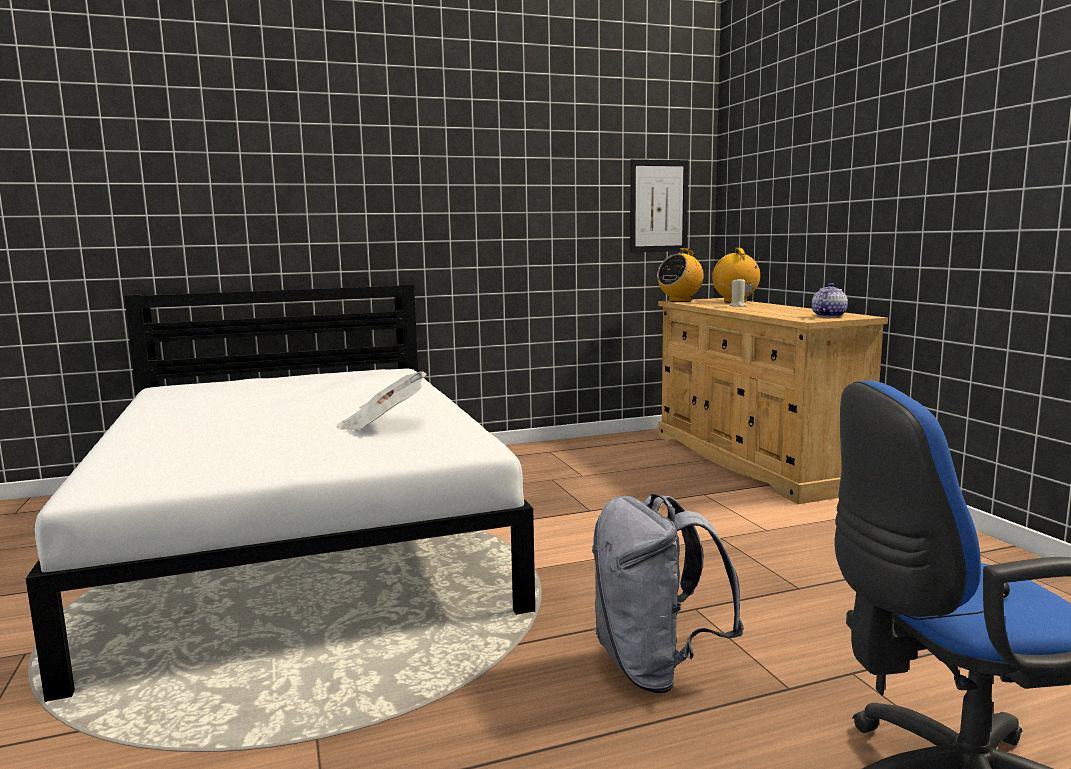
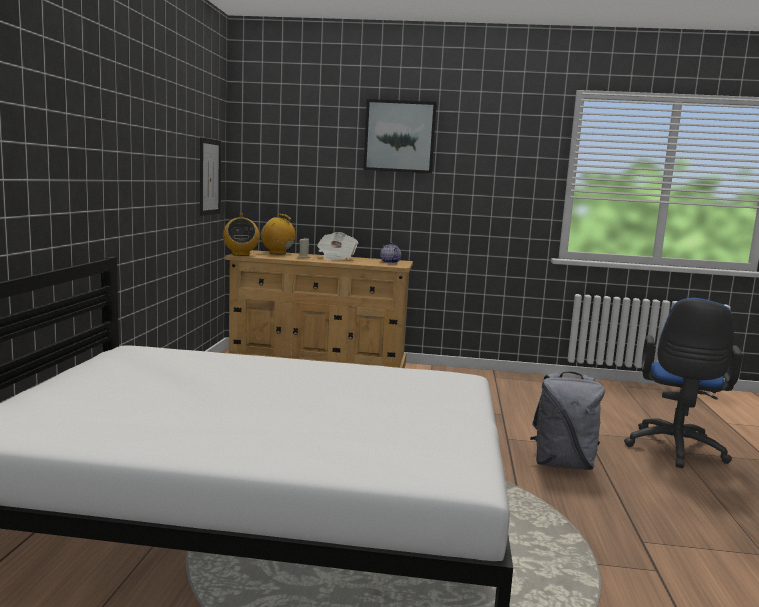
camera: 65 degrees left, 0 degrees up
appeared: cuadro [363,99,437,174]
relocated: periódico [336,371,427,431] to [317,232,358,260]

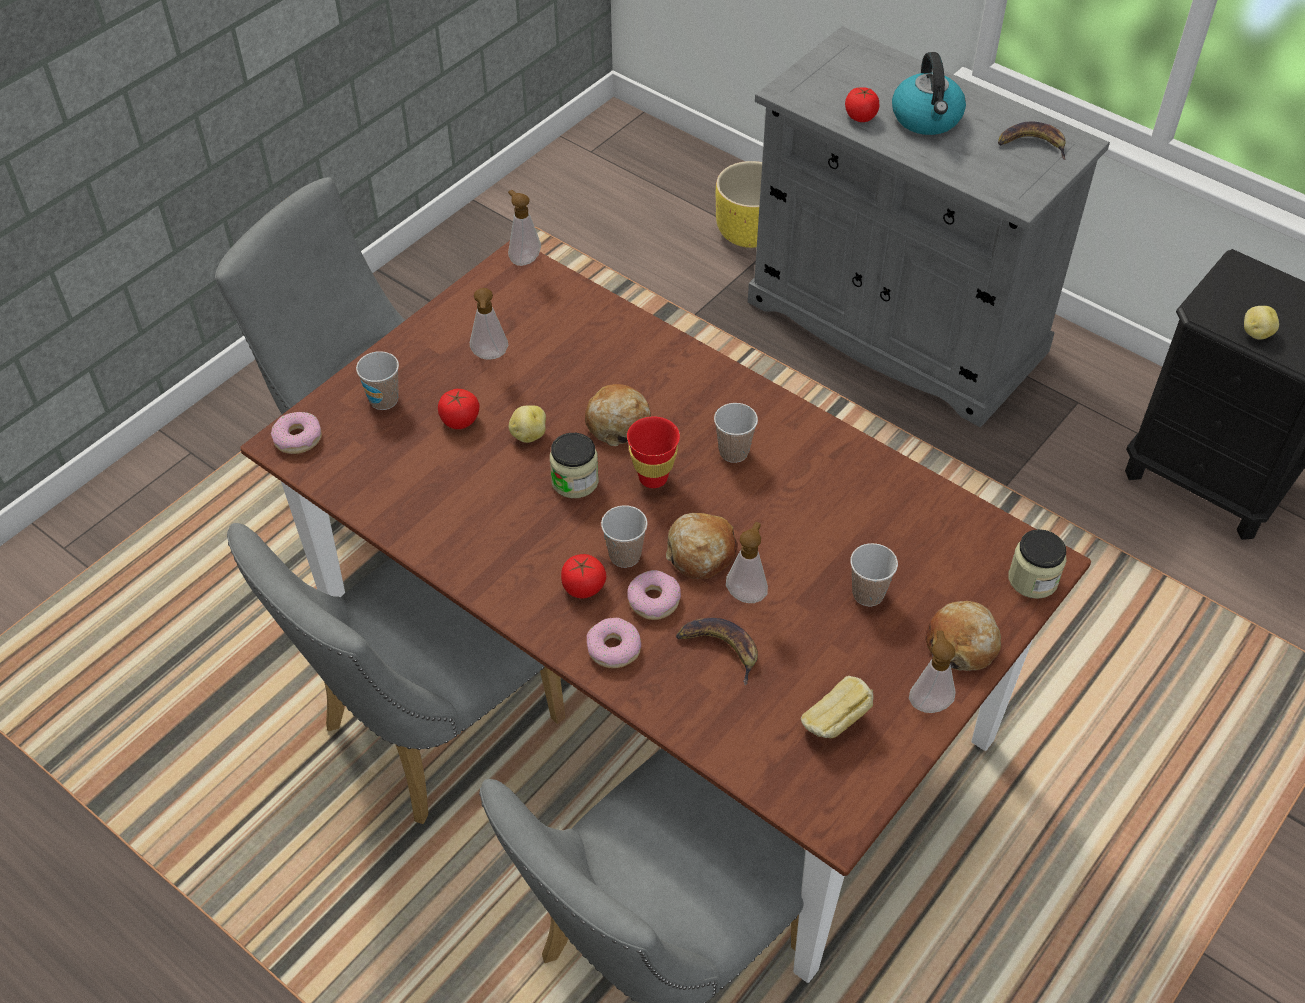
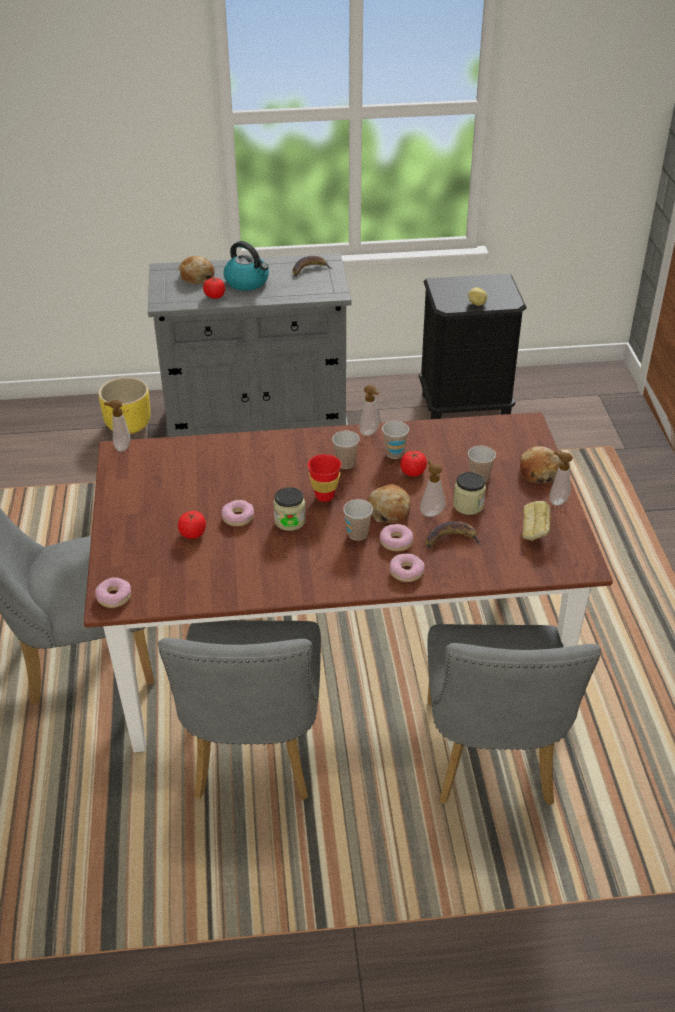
camera: 45 degrees left, 10 degrees down
relocated: taza [356,351,399,410] to [382,421,409,459]; dispensador de jabón [470,288,508,360] to [359,385,380,436]; tomate [561,554,606,598] to [400,451,427,477]; pan [585,384,651,446] to [178,256,214,284]; tarro [1008,529,1066,599] to [453,472,486,515]
exchanged: patata [509,405,546,443] to rosquilla [222,500,254,526]

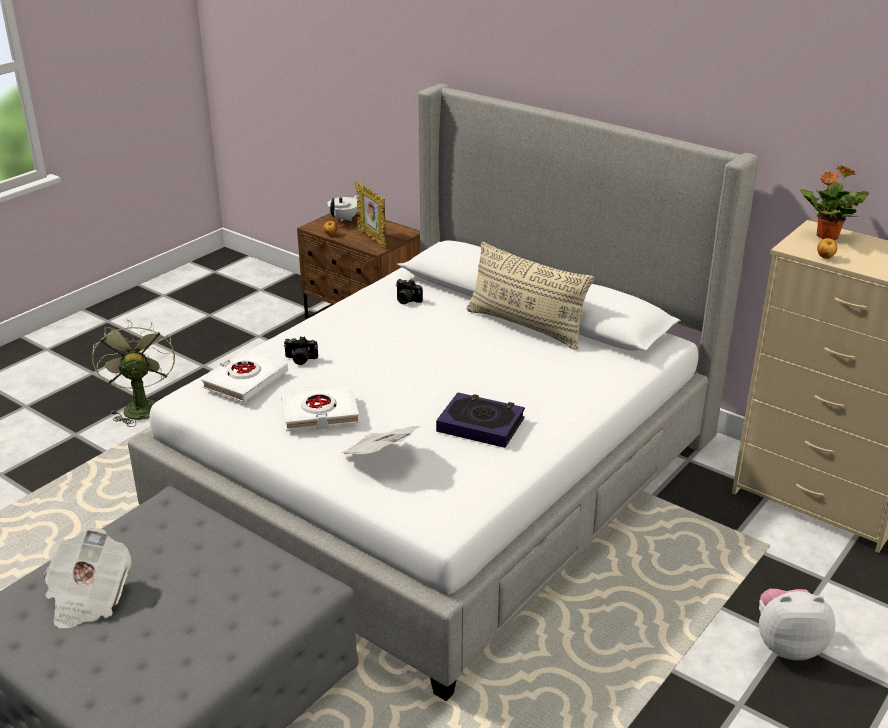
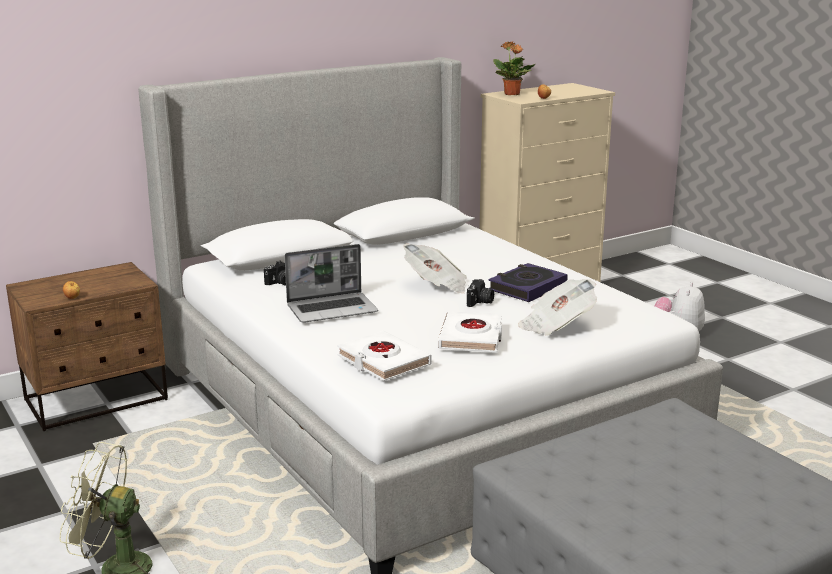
camera: 70 degrees left, 10 degrees down
missing: tetera (blanco) [327,195,358,222]; portarretratos [355,181,386,248]; cojín (beis) [466,242,595,350]
appeared: portátil [285,244,378,322]
relocated: periódico [44,528,132,629] to [403,243,467,293]; cámara [284,336,318,365] to [467,279,494,307]

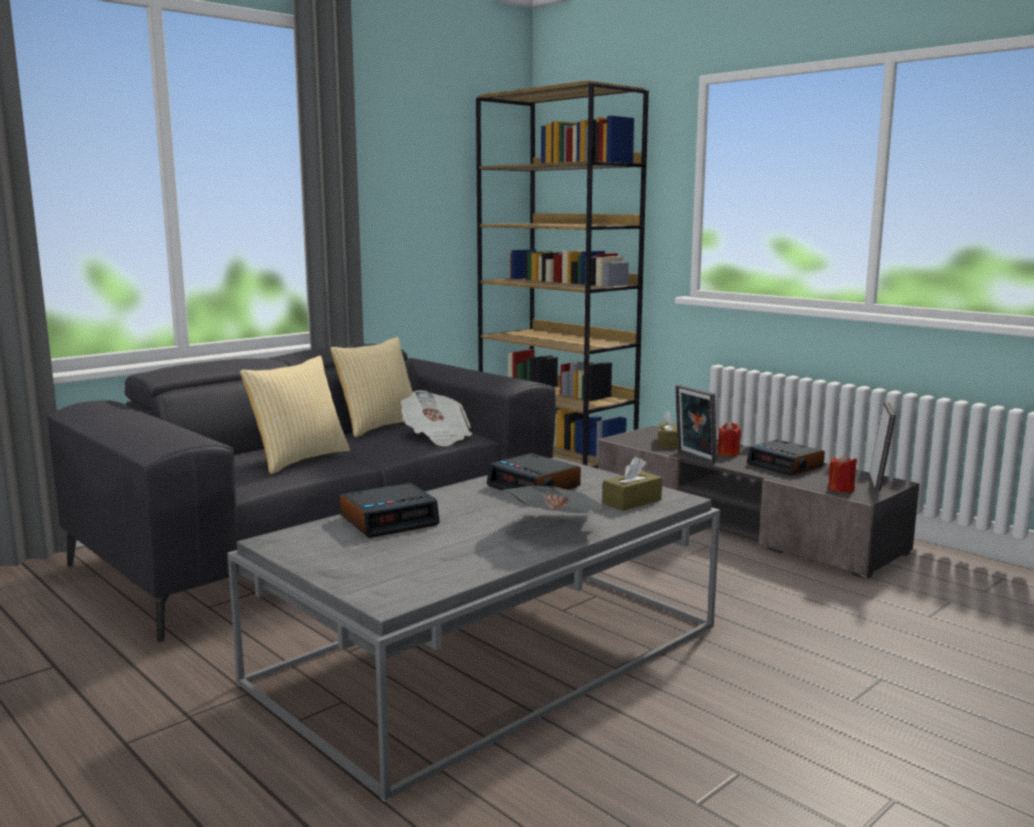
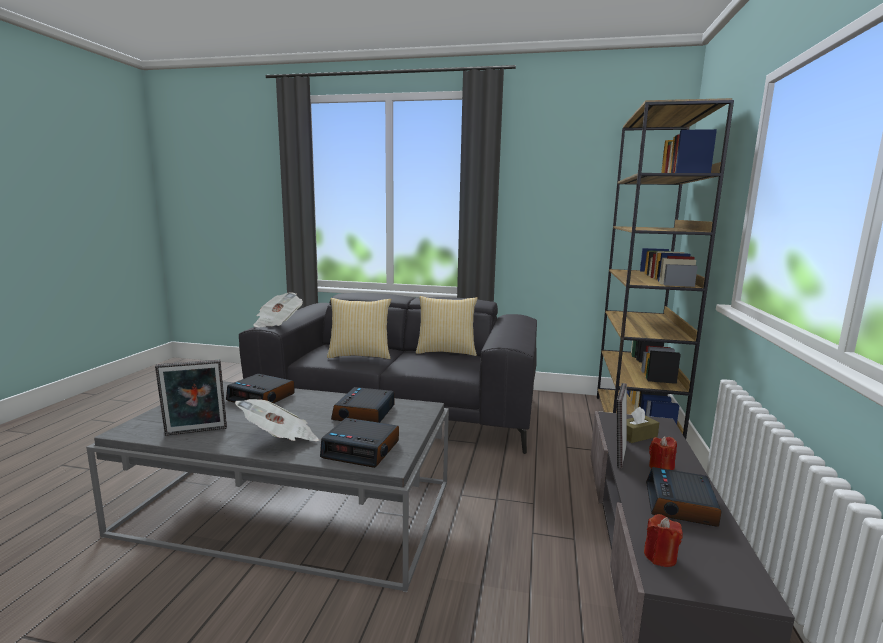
camera: 55 degrees right, 0 degrees up
relocated: periódico [401,390,472,447] to [253,292,303,327]; portarretratos [869,402,896,492] to [155,360,227,436]
exchanged: caja de pañuelos (marrón) [602,457,662,511] to despertador [320,418,399,468]

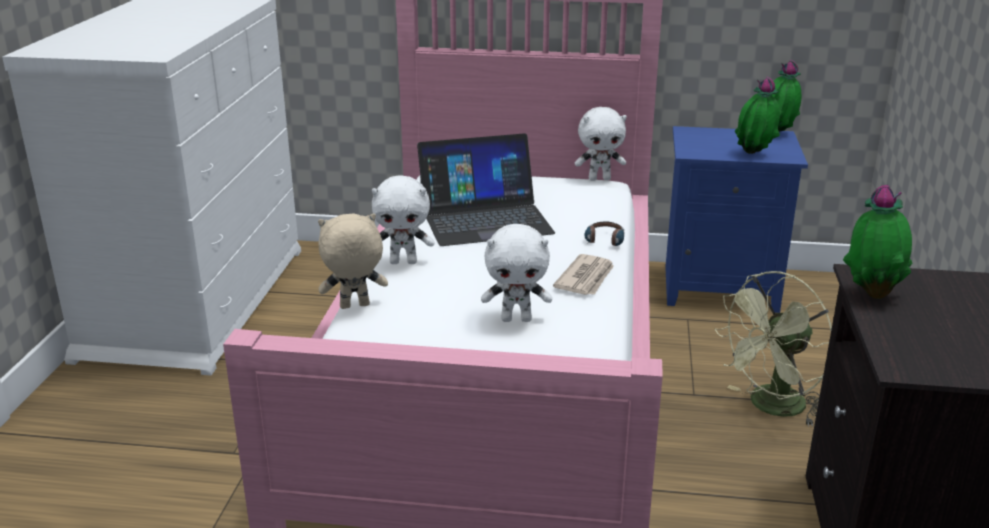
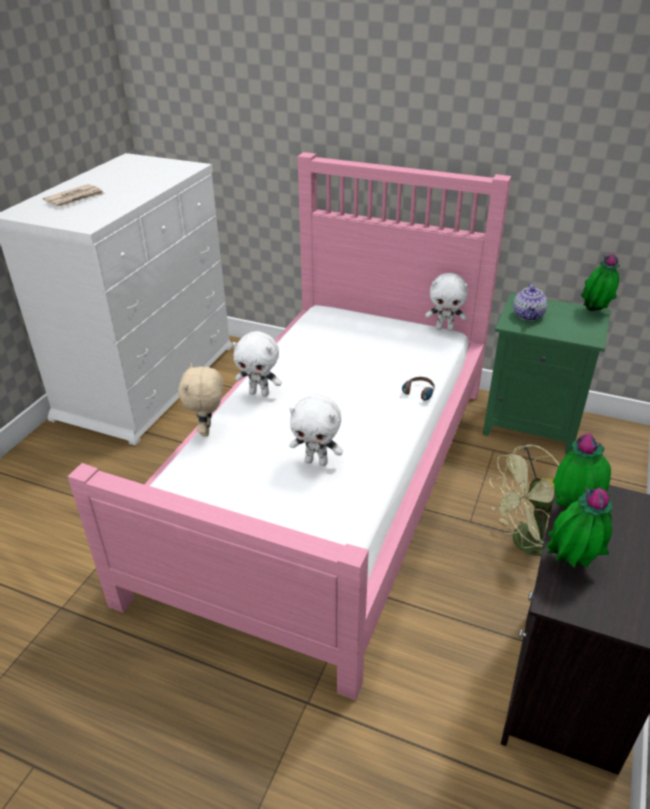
camera: 15 degrees right, 10 degrees up
missing: portátil [417,133,555,246]
appeared: tetera [513,283,547,321]
relocated: periódico [553,254,614,295] to [43,184,105,207]; planta en maceta [735,77,780,154] to [546,487,613,568]
colour: mesita de noche (azul) [665,126,808,313] to mesita de noche (verde) [483,293,611,454]
spun: peluche (beis) [318,213,388,309] = [178,363,223,436] 90 degrees counterclockwise

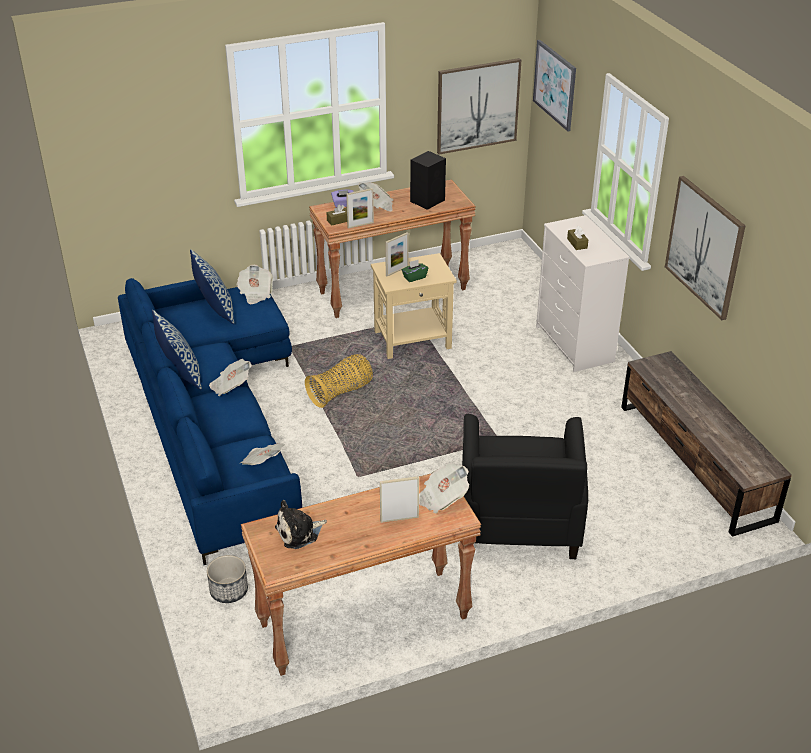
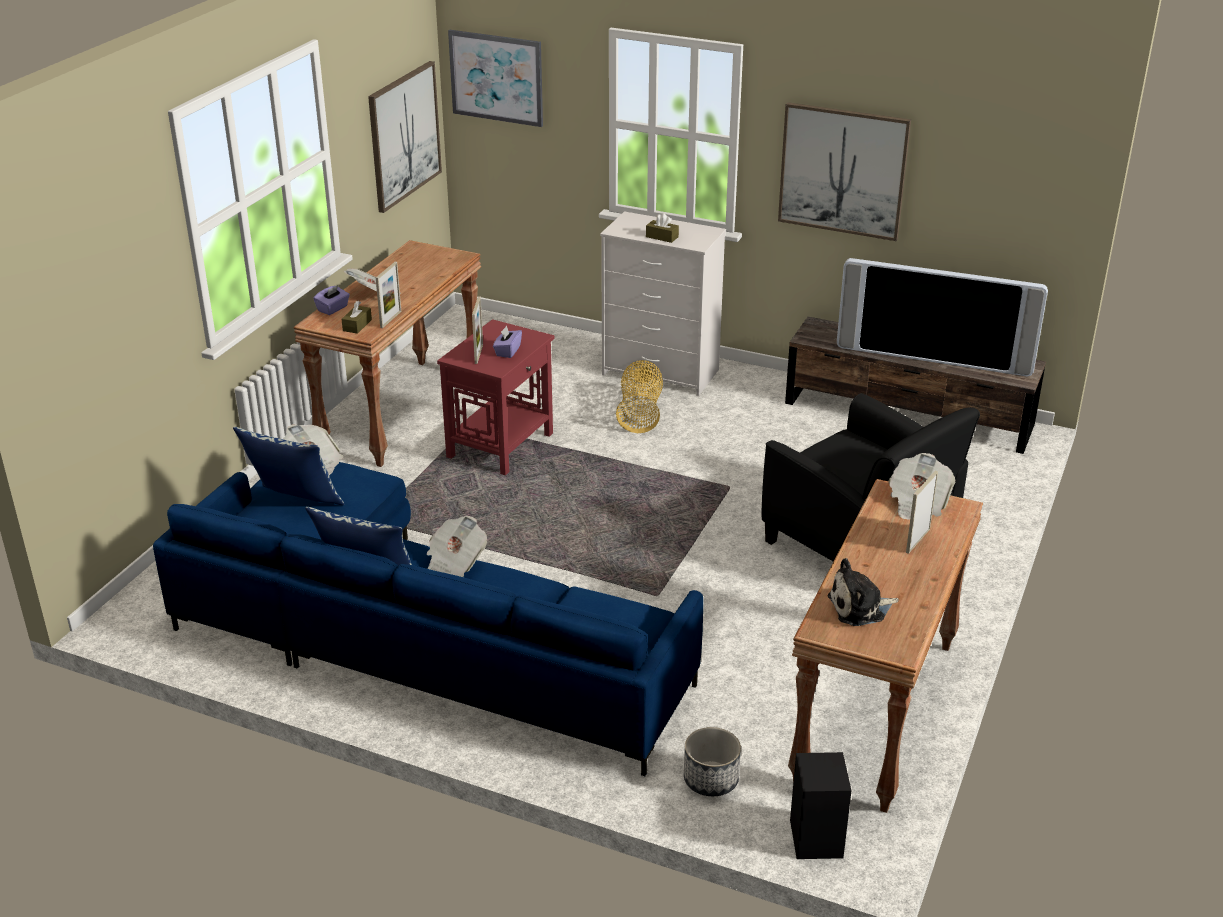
camera: 45 degrees left, 5 degrees down
missing: periódico [240,443,285,465]
appeared: televisor [837,258,1048,377]
relocated: cesta [305,354,373,408] to [616,360,663,433]; altavoz (negro) [410,151,446,210] to [790,752,851,859]
colour: mesa auxiliar (beis) [371,253,457,359] to mesa auxiliar (rojo) [437,319,555,475]; caja de pañuelos (verde) [402,260,428,282] to caja de pañuelos (morado) [493,326,522,358]
spun: peluche [275,500,327,549] = [827,558,899,626] 60 degrees clockwise

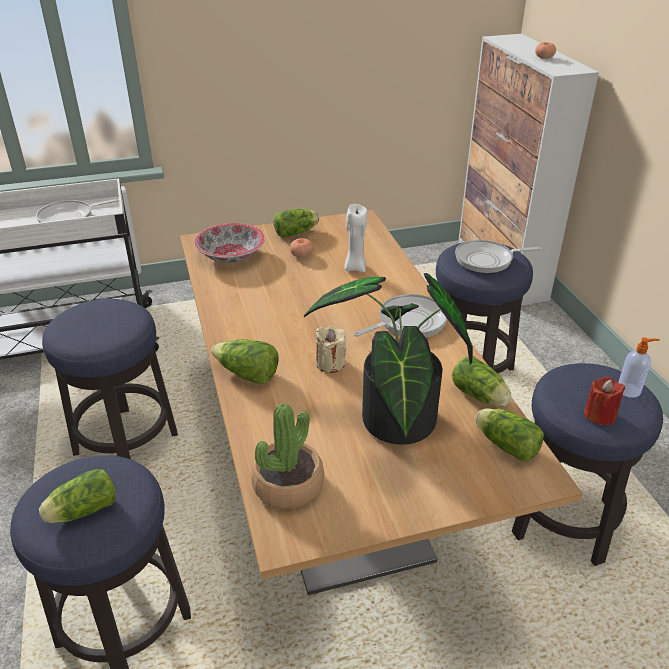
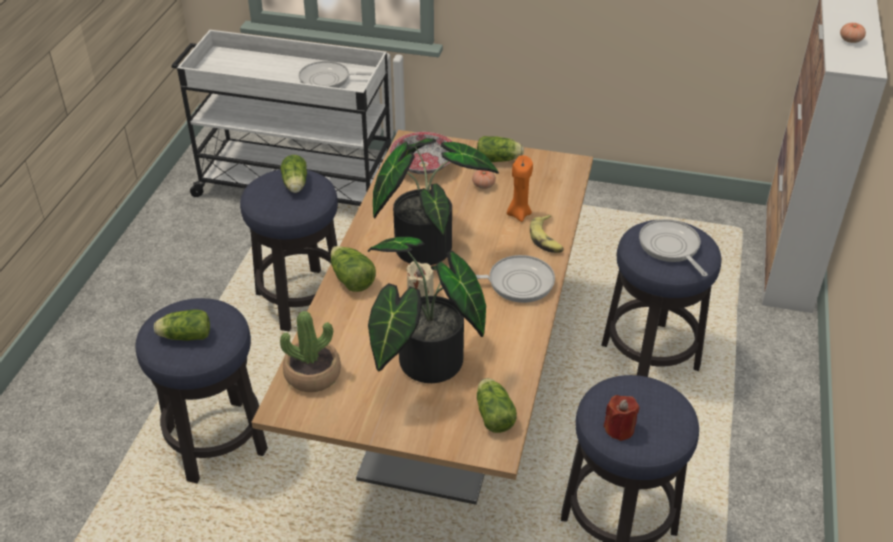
camera: 30 degrees right, 5 degrees up
missing: dispensador de jabón [618,337,659,398]
appeared: planta en maceta [373,138,499,265]; plátano [530,215,564,253]
relocated: lechuga [452,356,512,406] to [280,155,307,193]
colour: vela (blanco) [344,204,367,273] to vela (naranja) [507,155,533,222]
spun: sartén [455,240,541,273] = [639,219,708,277] 45 degrees clockwise

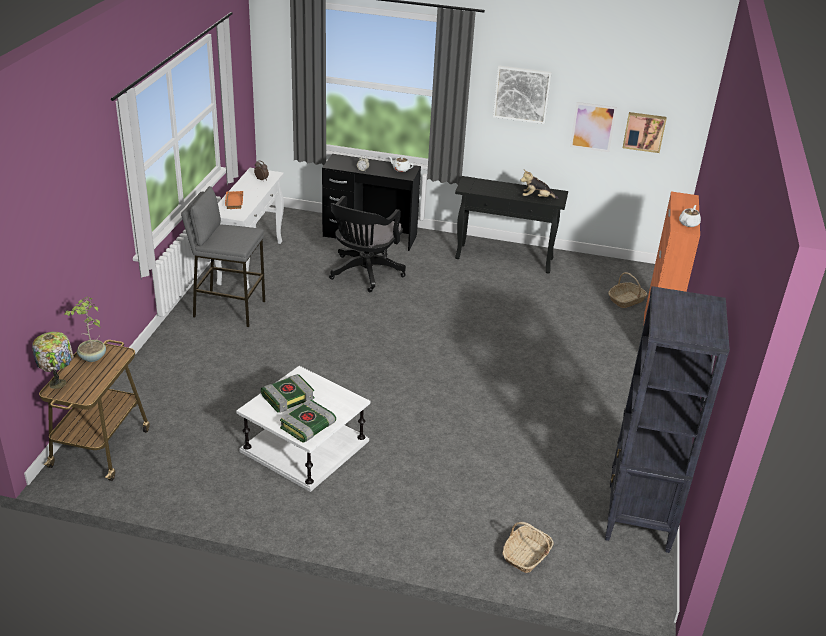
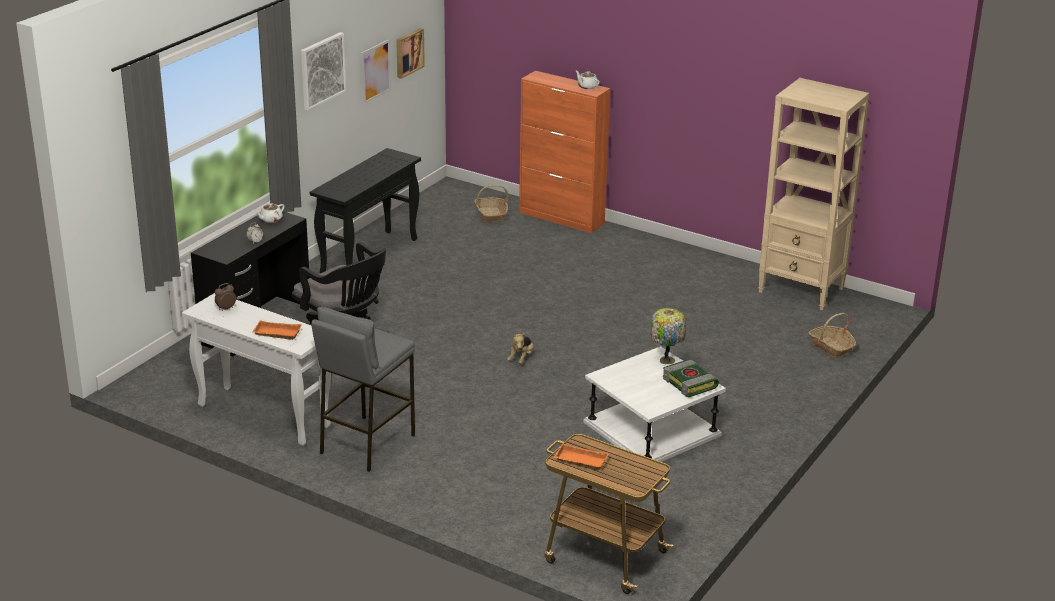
camera: 70 degrees left, 5 degrees down
missing: libro [261,374,314,413]
relocated: lámpara de mesa [32,332,74,389] to [651,308,686,364]; peluche [520,169,558,199] to [507,333,534,364]
exchanged: planta en maceta [64,296,106,362] to bandeja (naranja) [554,443,609,471]
colour: estantería (negro) [605,286,730,553] to estantería (beis) [759,78,869,310]

